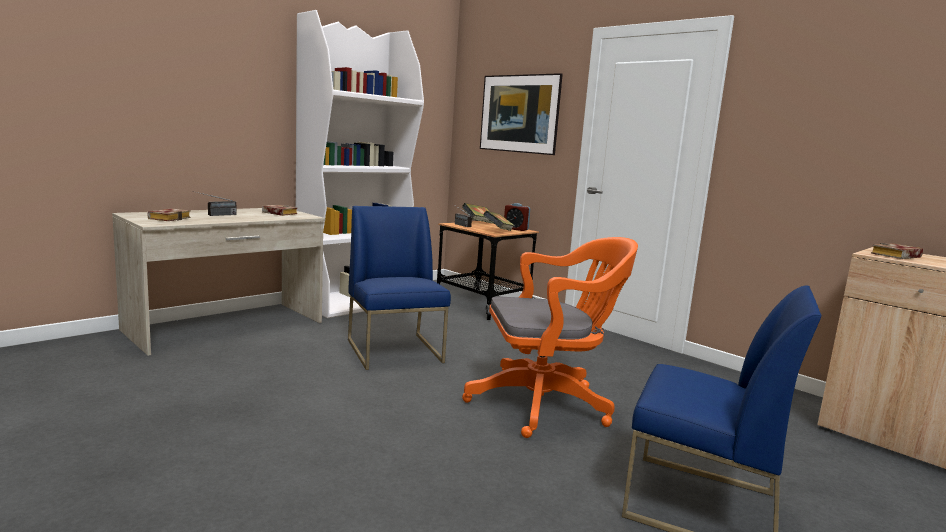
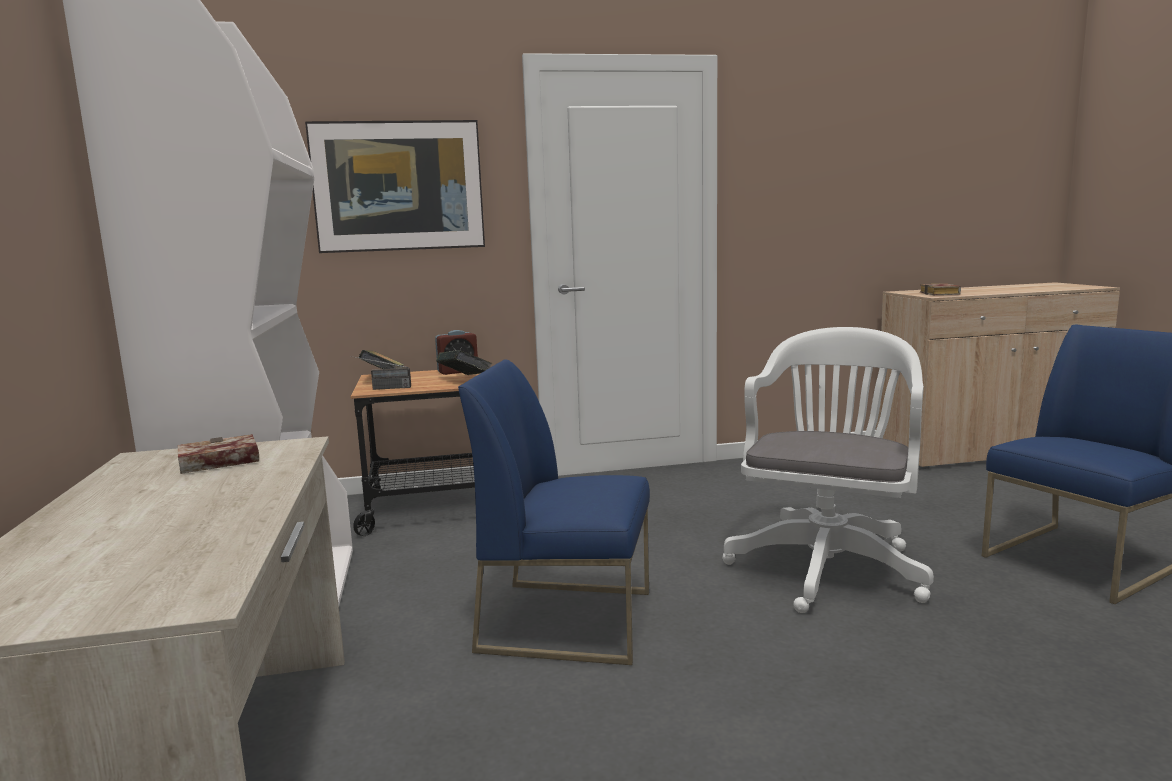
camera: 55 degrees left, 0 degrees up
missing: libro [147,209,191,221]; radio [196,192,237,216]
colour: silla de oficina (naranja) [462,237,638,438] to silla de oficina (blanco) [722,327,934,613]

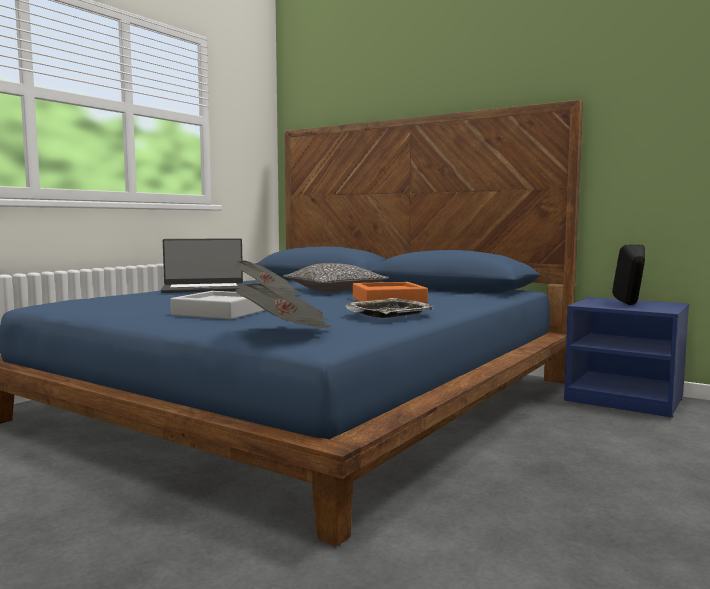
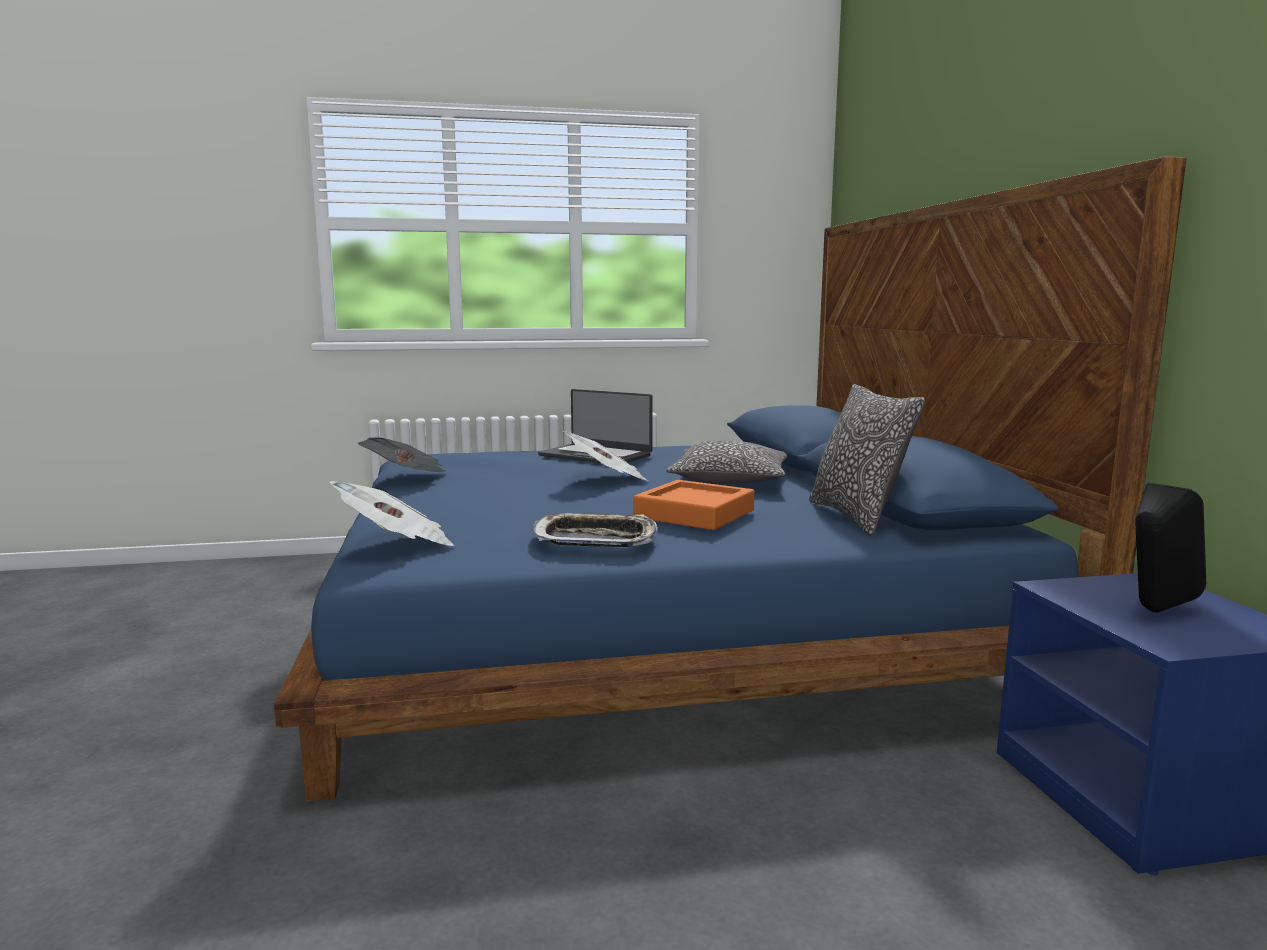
camera: 45 degrees right, 5 degrees up
missing: bandeja (gris) [170,291,265,320]
appeared: periódico [358,437,446,472]; cojín [809,384,925,536]

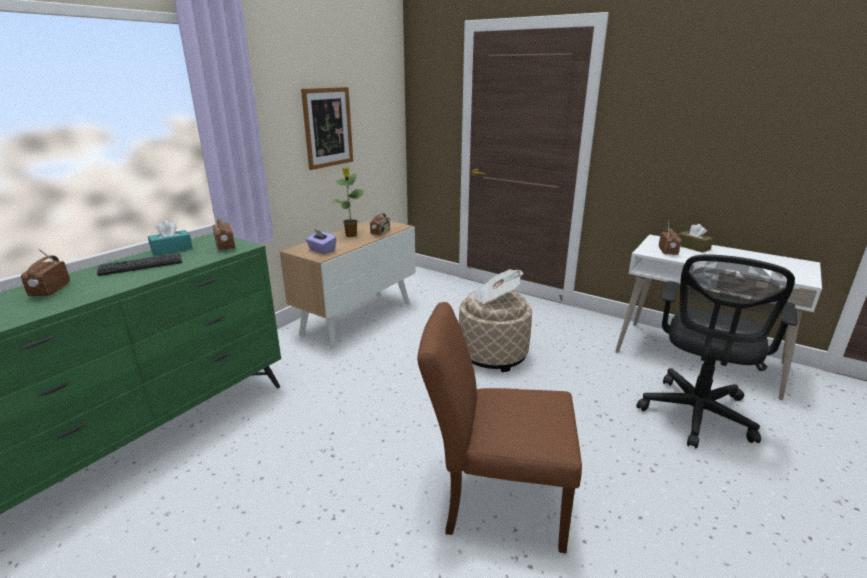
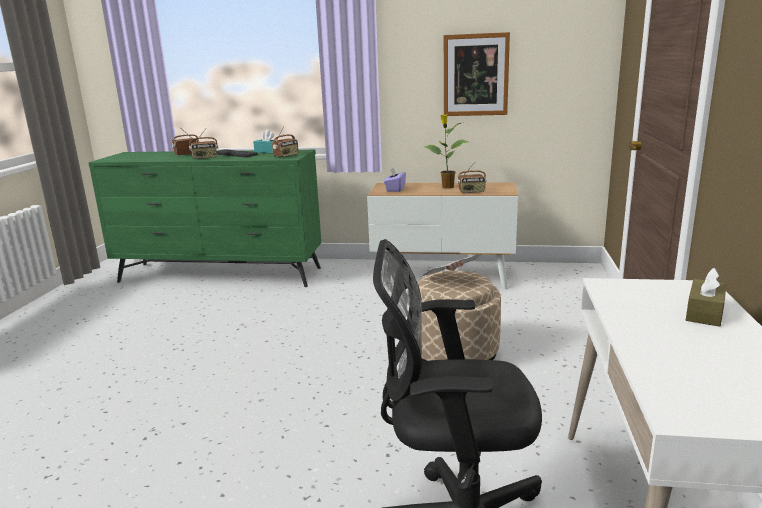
camera: 65 degrees right, 5 degrees down
missing: silla (marrón) [417,302,582,554]
relocated: radio [659,224,682,255] to [189,130,218,159]

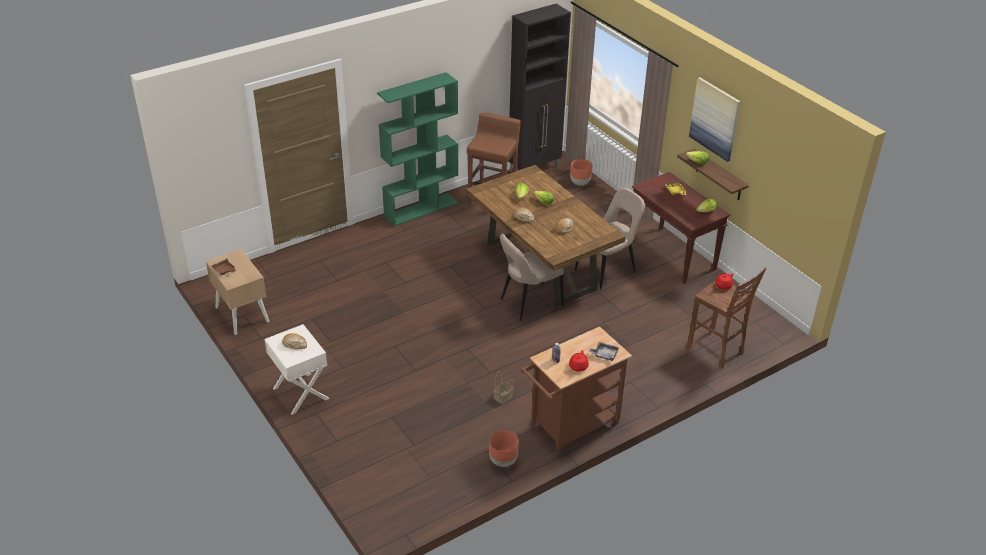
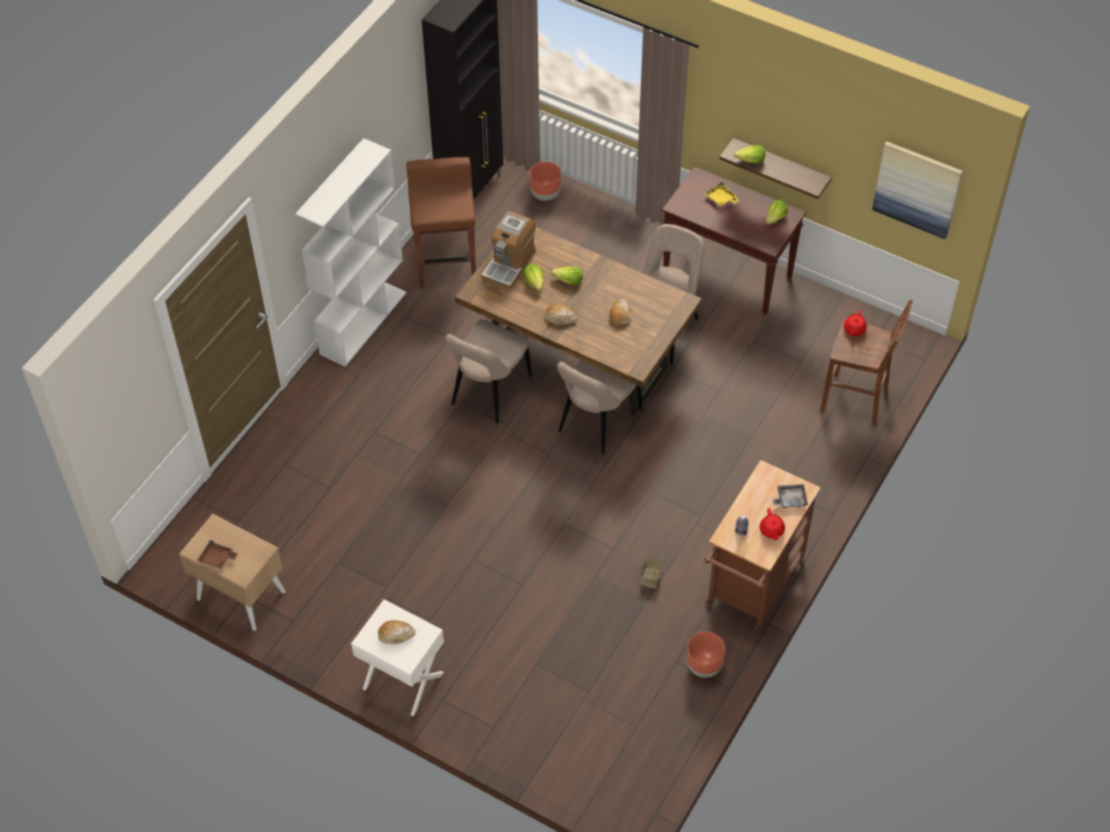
camera: 25 degrees left, 15 degrees up
appeared: silla (beis) [445,319,532,424]; cafetera [481,211,536,290]
relocated: cuadro [689,77,740,162] to [872,141,963,239]
colour: estantería (verde) [377,72,459,226] to estantería (blanco) [295,138,406,367]

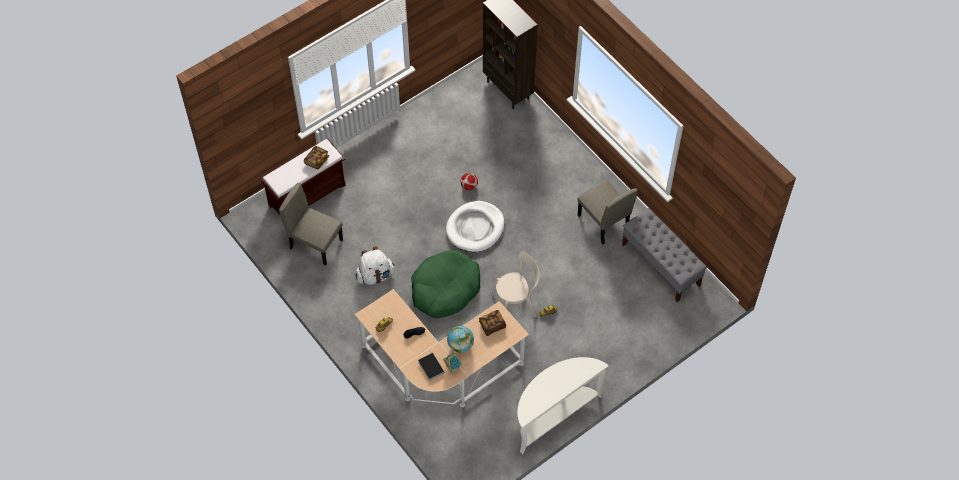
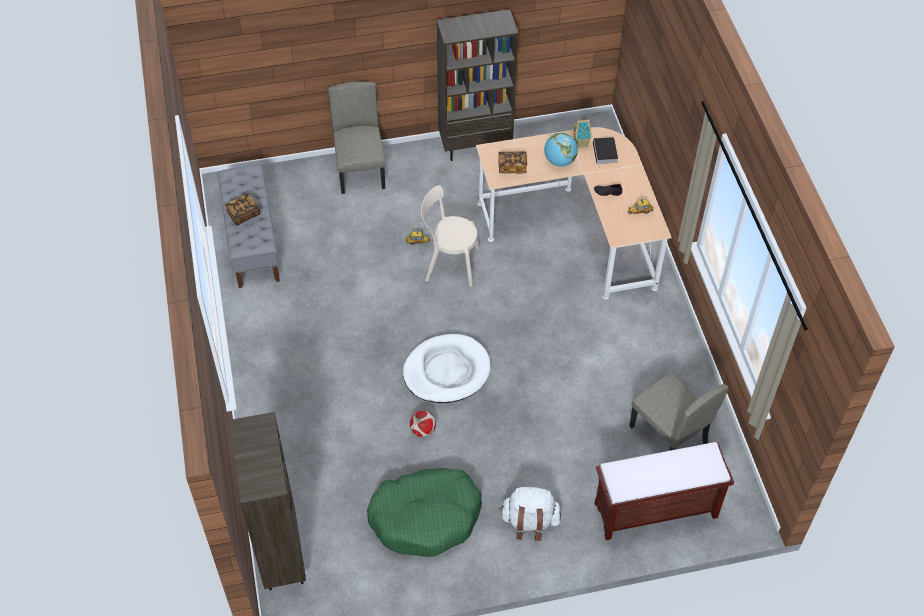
camera: 155 degrees left, 5 degrees down
relocated: libro [304,146,329,169] to [225,193,260,226]; mochila (blanco) [355,246,395,285] to [500,487,561,541]; cama para perro (verde) [411,250,480,319] to [367,468,482,557]; silla (beis) [578,181,638,244] to [328,82,386,194]
exchanged: mesa consola (blanco) [517,357,609,454] to estantería (marrón) [437,9,518,161]

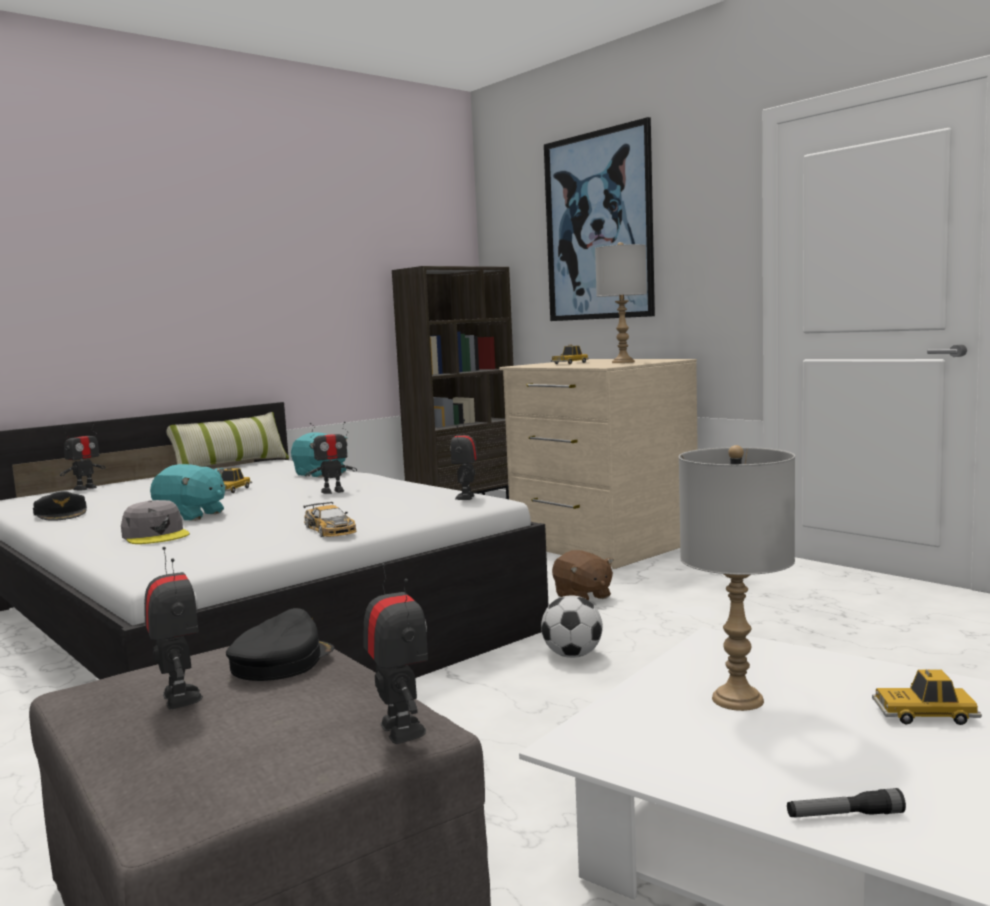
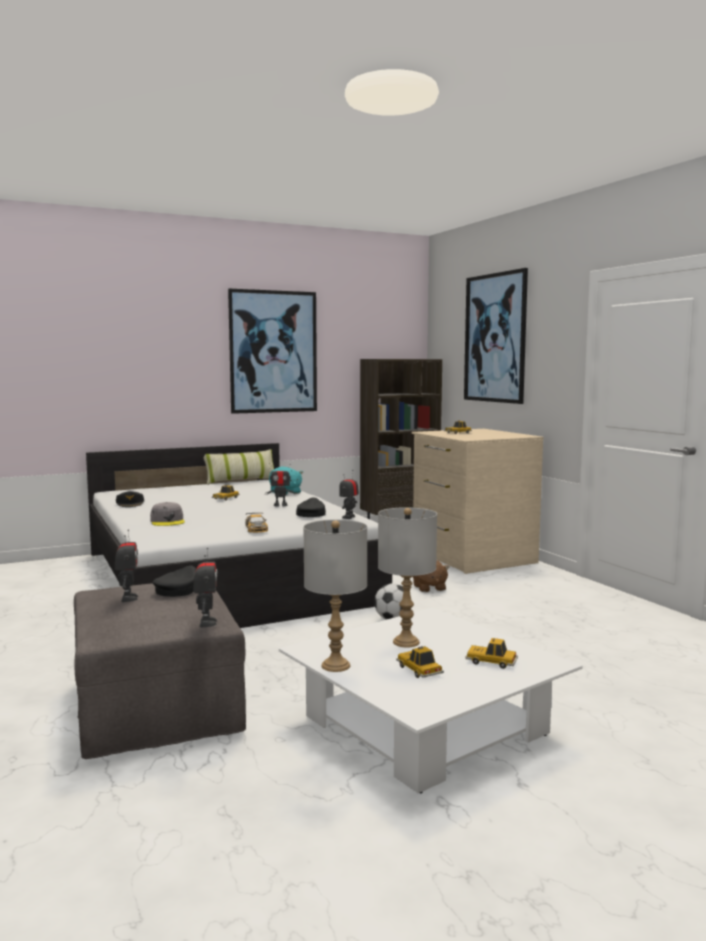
camera: 15 degrees right, 0 degrees up
missing: robot de juguete [60,424,106,490]; peluche (turquesa) [150,464,225,521]; linterna [787,788,906,818]
appeared: cuadro [228,288,317,414]; gorra (negro) [296,498,326,517]; coche de juguete [396,646,444,678]
relocated: lámpara de mesa (gris) [595,242,647,363] to [303,519,367,672]

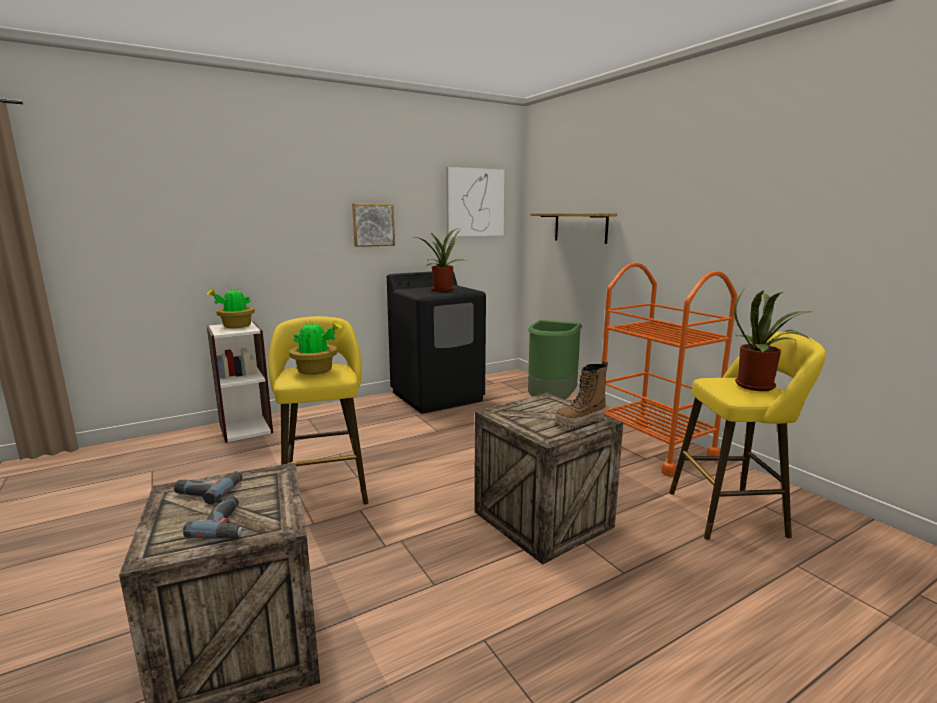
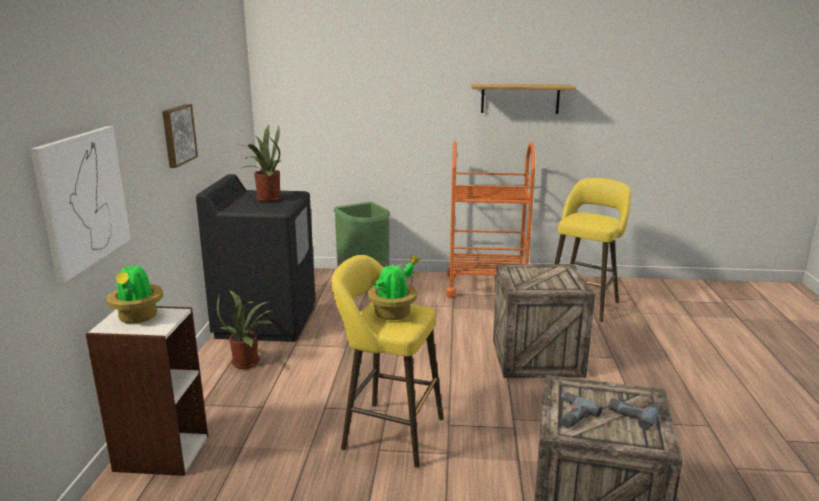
camera: 55 degrees left, 5 degrees up
missing: bota [555,360,608,428]
relocated: cuadro [446,167,505,237] to [30,126,131,283]; estante [531,213,617,244] to [471,84,576,114]; planta en maceta [734,288,811,391] to [217,290,273,369]

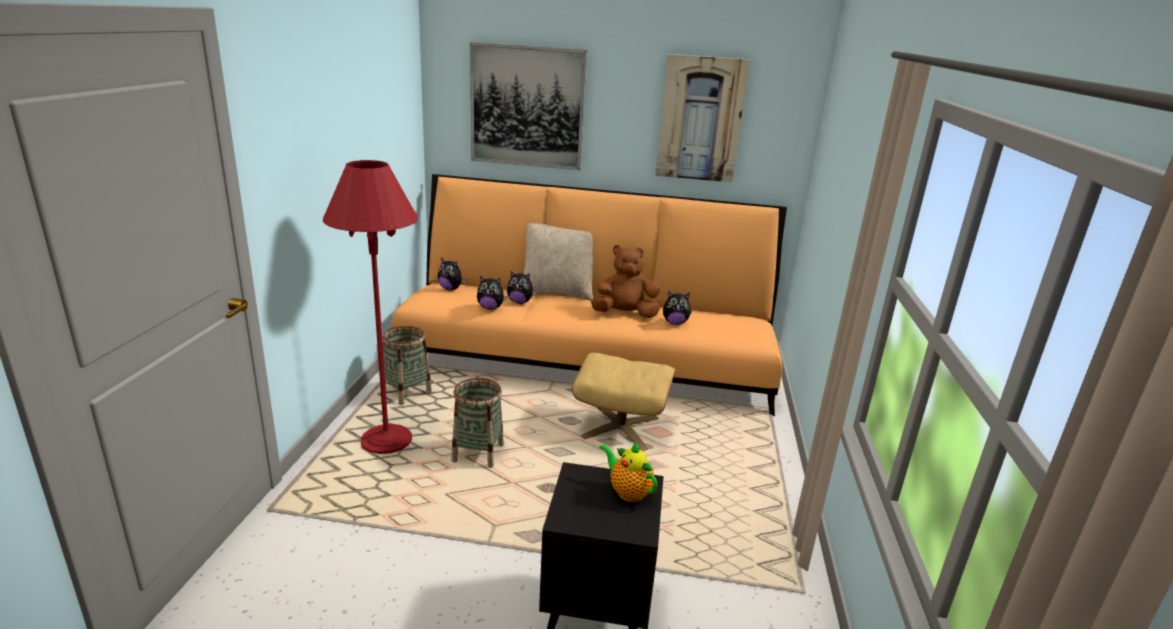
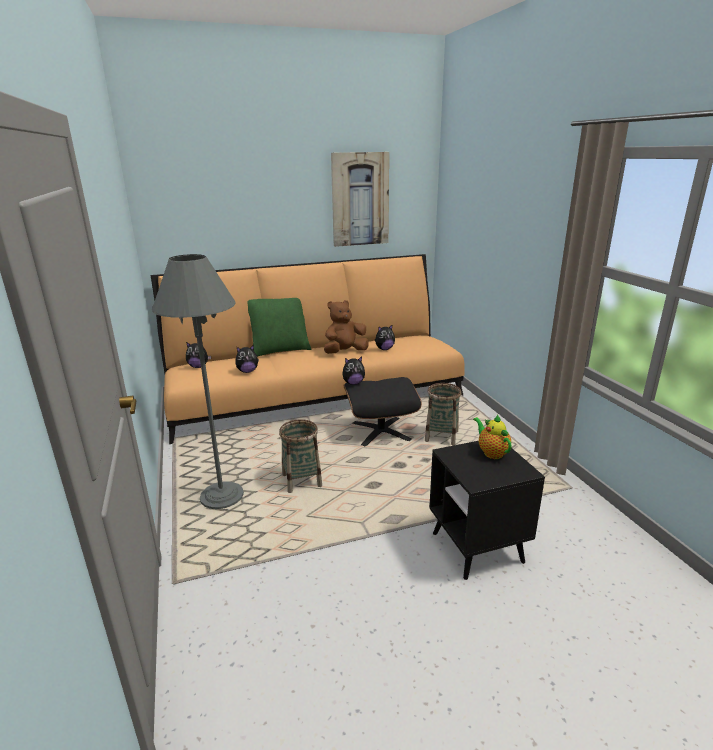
camera: 25 degrees left, 0 degrees up
missing: cuadro [470,42,587,170]
relocated: cesta [382,326,432,405] to [425,383,461,446]; peluche [507,271,537,304] to [343,357,365,385]
colour: lámpara de pie (rojo) [323,160,418,454] to lámpara de pie (gris) [152,254,244,509]; cojín (beis) [524,223,593,301] to cojín (verde) [248,298,312,357]; puf (beis) [572,353,676,451] to puf (negro) [343,377,422,446]
spun: tetera [599,442,657,502] = [473,415,512,459] 45 degrees clockwise

